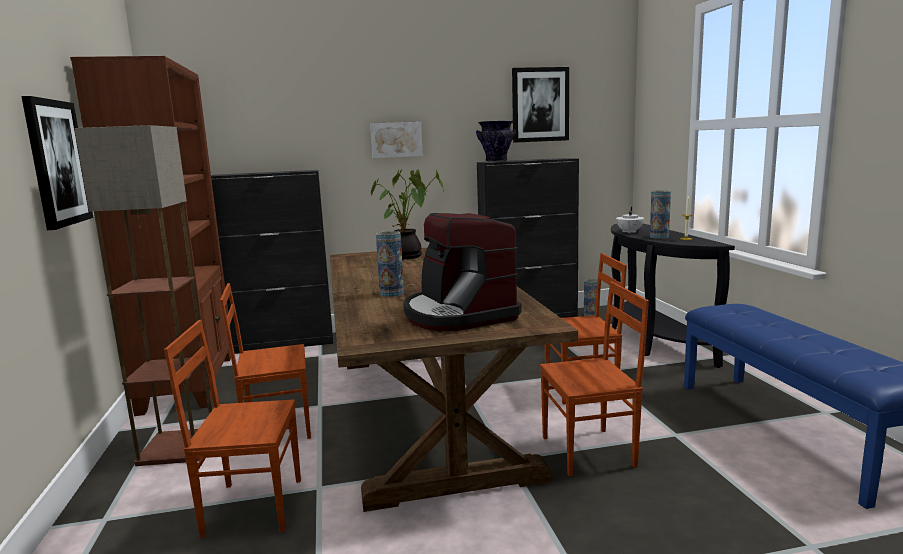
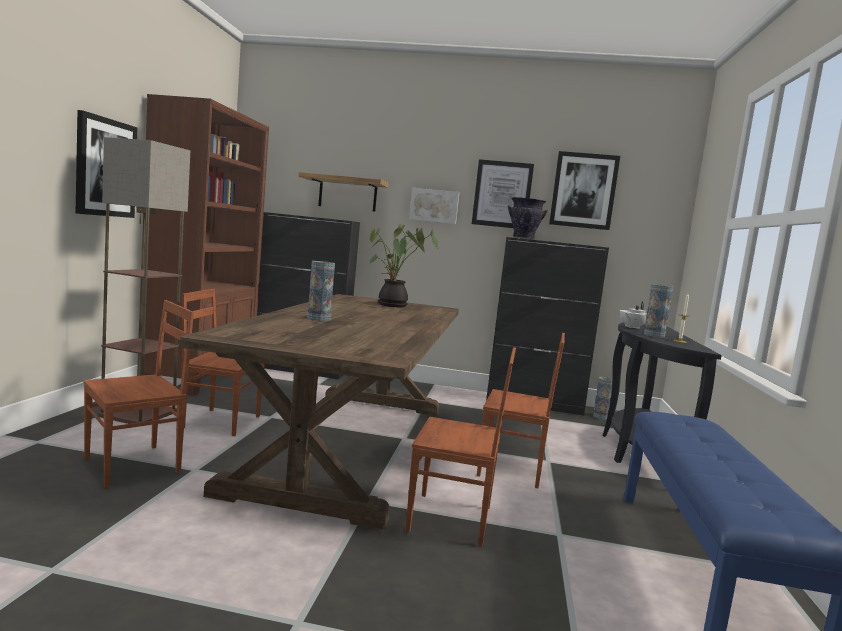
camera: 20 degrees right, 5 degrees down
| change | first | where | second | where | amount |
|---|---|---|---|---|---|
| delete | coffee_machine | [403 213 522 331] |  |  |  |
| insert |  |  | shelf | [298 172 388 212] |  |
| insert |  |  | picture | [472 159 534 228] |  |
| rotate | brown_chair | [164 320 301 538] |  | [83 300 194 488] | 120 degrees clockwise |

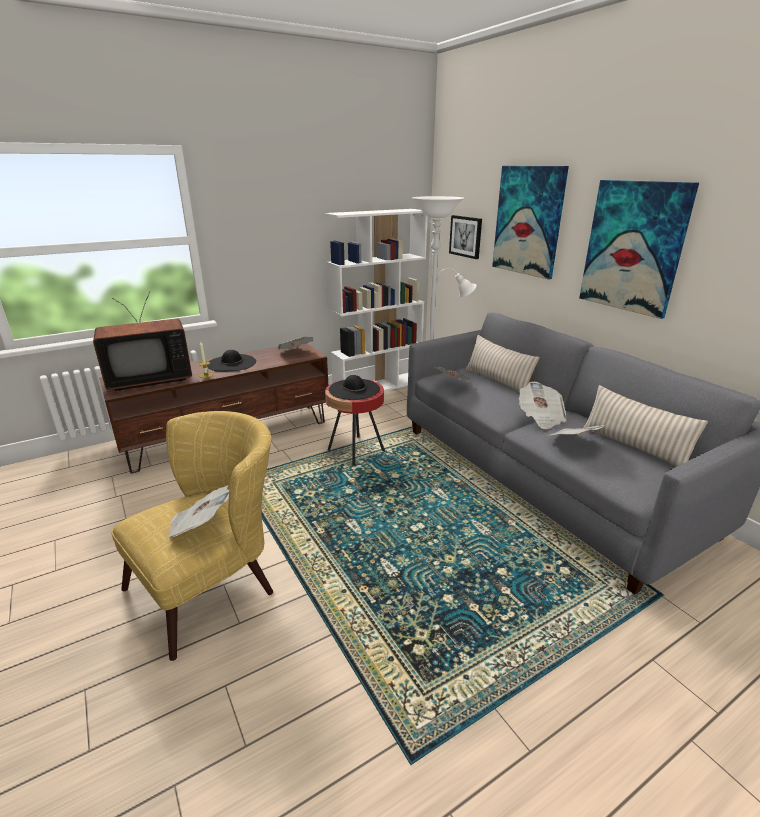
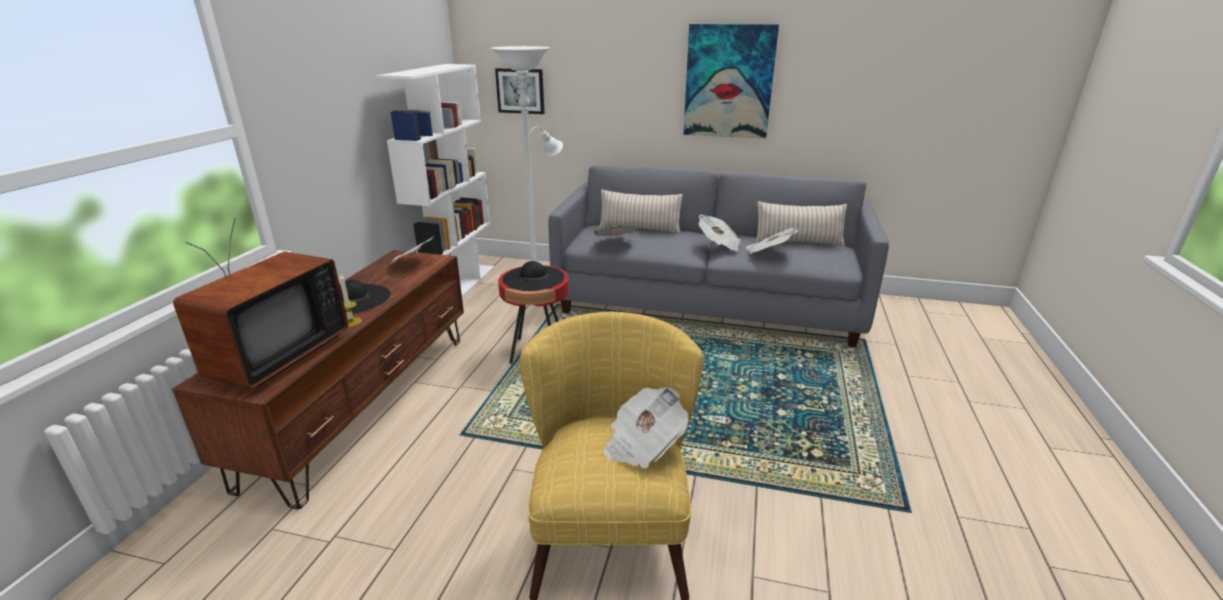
camera: 45 degrees left, 0 degrees up
| change | first | where | second | where | amount |
|---|---|---|---|---|---|
| delete | picture | [492 166 569 280] |  |  |  |

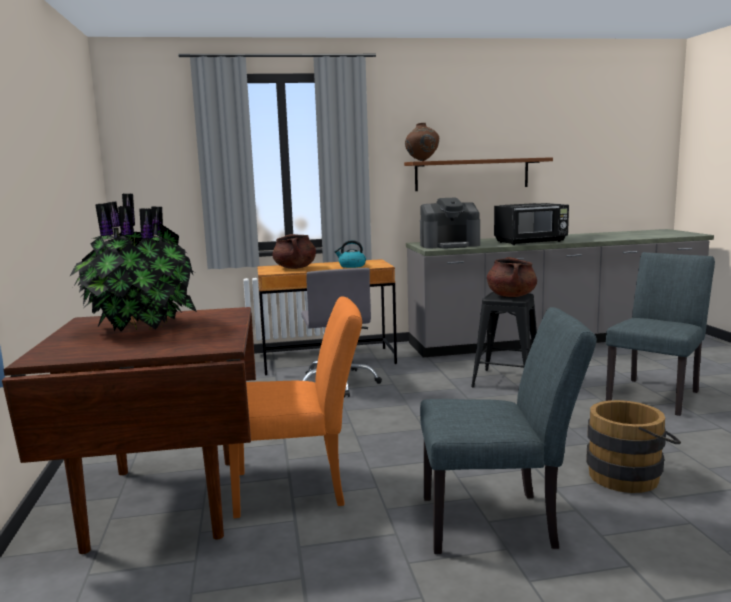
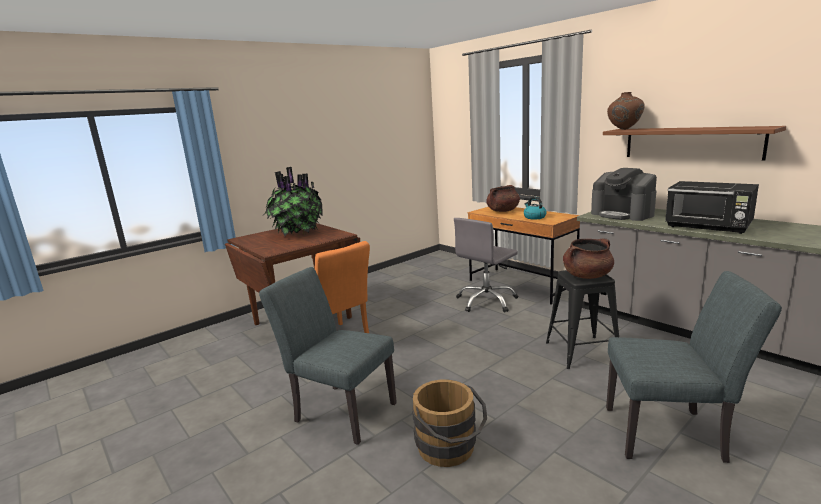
camera: 60 degrees right, 5 degrees up
| change | first | where | second | where | amount |
|---|---|---|---|---|---|
| rotate | grey_chair | [420 307 597 554] |  | [259 267 397 445] | 150 degrees clockwise |

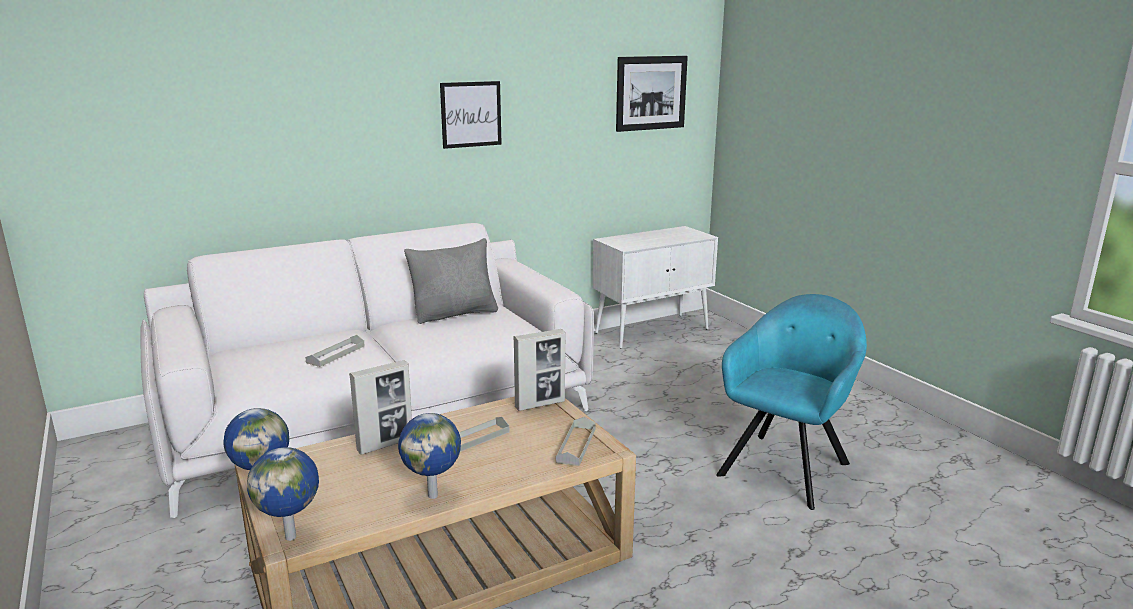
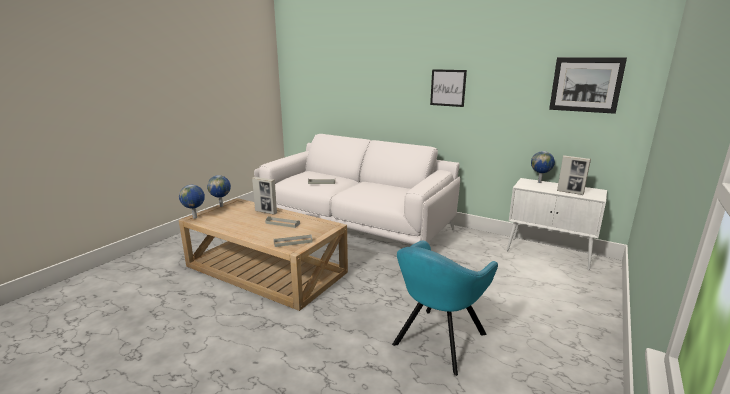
camera: 60 degrees right, 0 degrees up
| change | first | where | second | where | amount |
|---|---|---|---|---|---|
| delete | grey_pillow | [404 238 498 324] |  |  |  |
| move | globe | [398 413 461 499] |  | [531 151 555 183] |  |
| move | picture_frame | [513 329 565 411] |  | [557 155 591 195] |  |
| rotate | turquoise_armchair | [716 294 867 510] |  | [392 241 498 376] | 120 degrees clockwise |

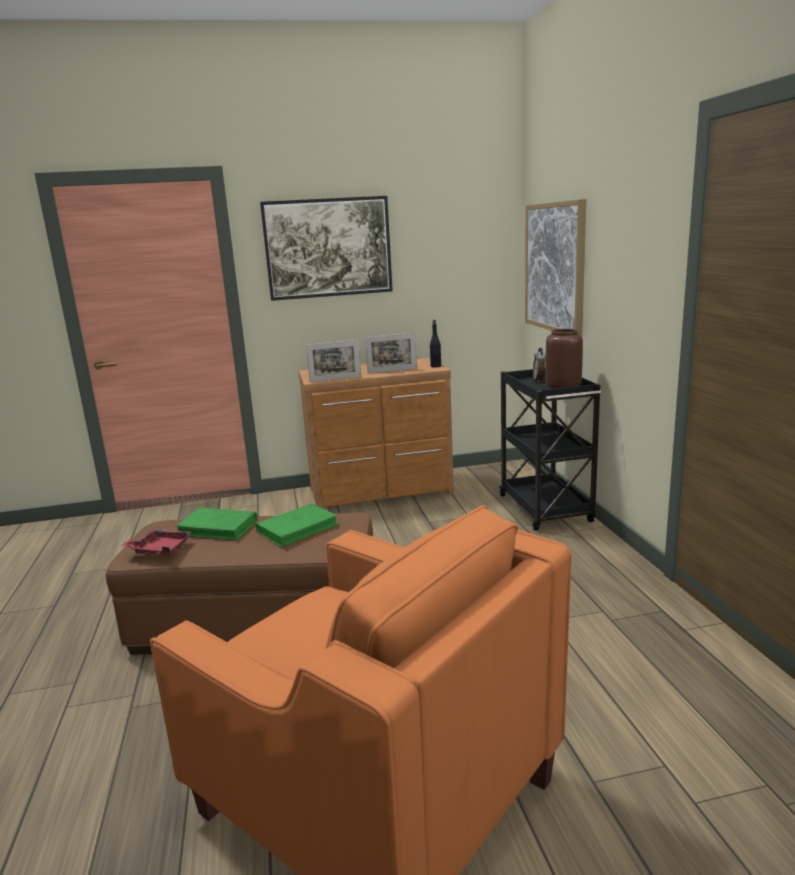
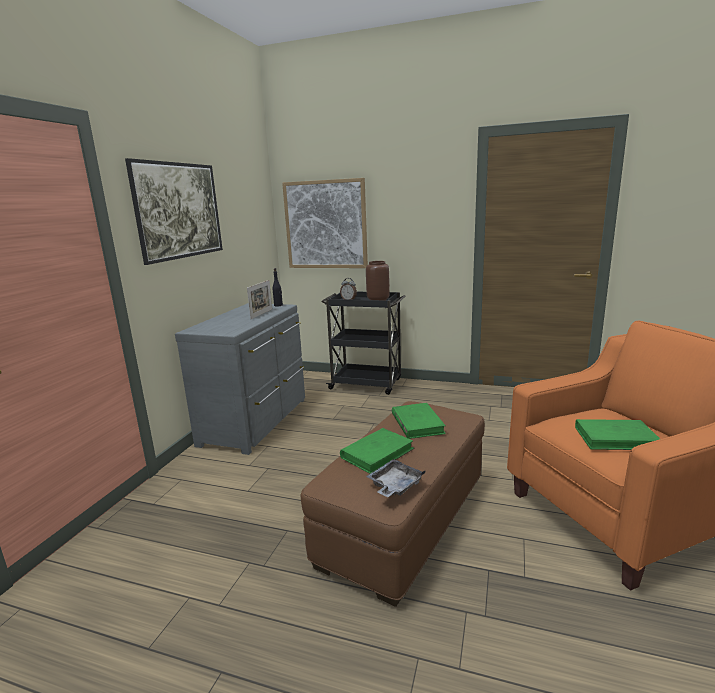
camera: 60 degrees left, 0 degrees up
| change | first | where | second | where | amount |
|---|---|---|---|---|---|
| delete | picture_frame | [306 340 361 382] |  |  |  |
| insert |  |  | green_book | [575 419 660 450] |  |
| recolor | red_tray | [121 529 191 556] | grey_tray | [366 459 426 497] |  |
| recolor | brown_dresser | [298 358 454 508] | grey_dresser | [175 303 305 455] |  |

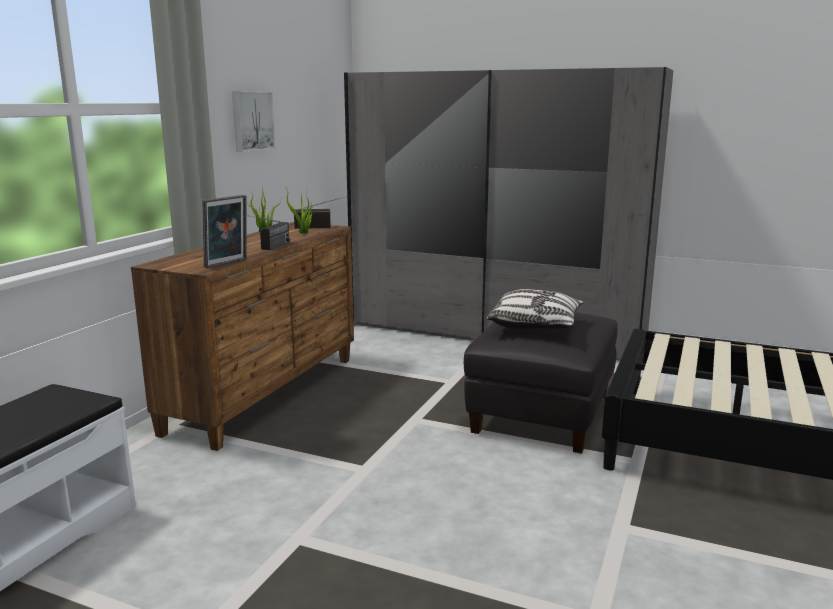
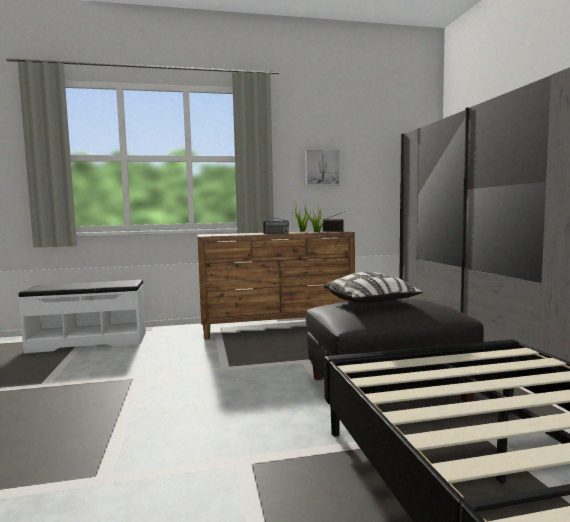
camera: 55 degrees right, 10 degrees down
| change | first | where | second | where | amount |
|---|---|---|---|---|---|
| delete | picture_frame | [202 195 247 268] |  |  |  |

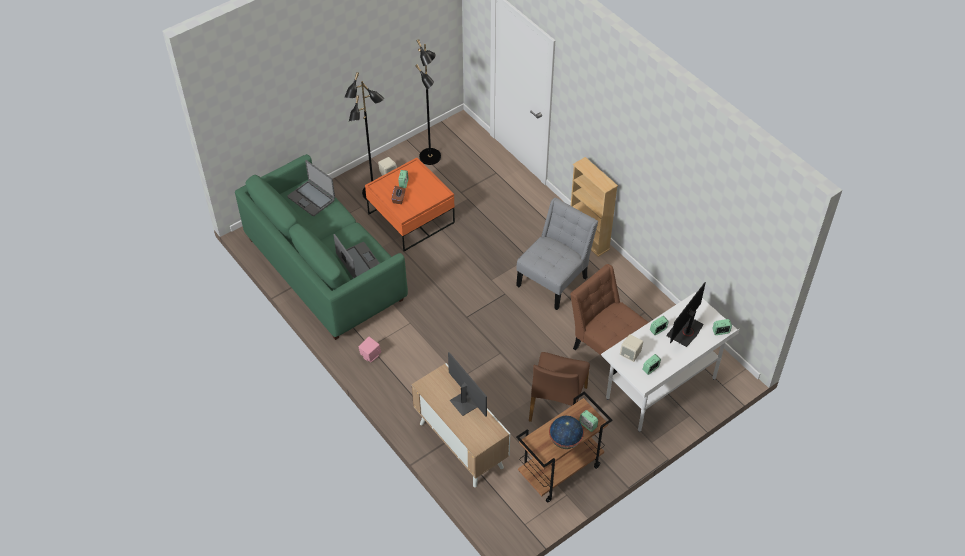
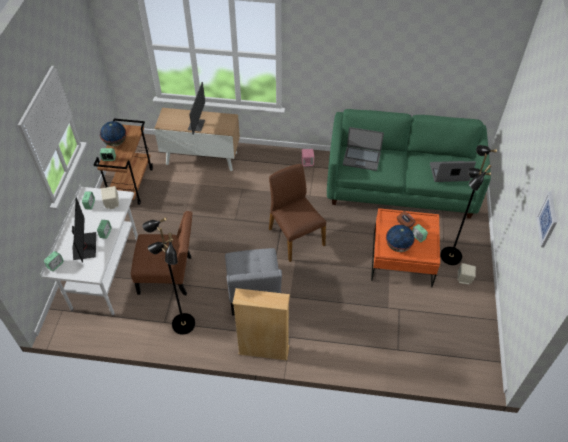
camera: 135 degrees right, 0 degrees up
| change | first | where | second | where | amount |
|---|---|---|---|---|---|
| insert |  |  | globe | [386 225 415 252] |  |
| insert |  |  | picture | [536 191 557 247] |  |
| move | black_floor_lamp | [415 39 441 165] |  | [142 217 195 335] |  |
| move | brown_chair | [529 352 590 422] |  | [269 164 326 262] |  |
| rotate | monitor | [448 352 487 417] |  | [188 82 205 135] | 90 degrees counterclockwise |

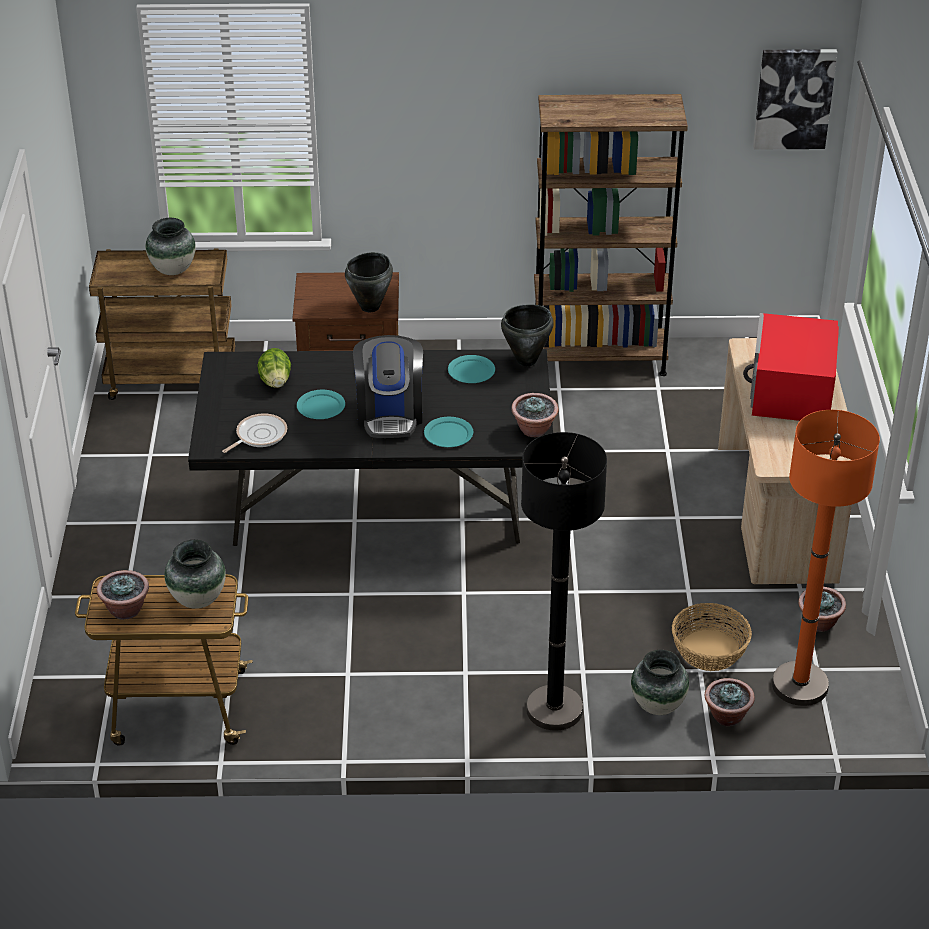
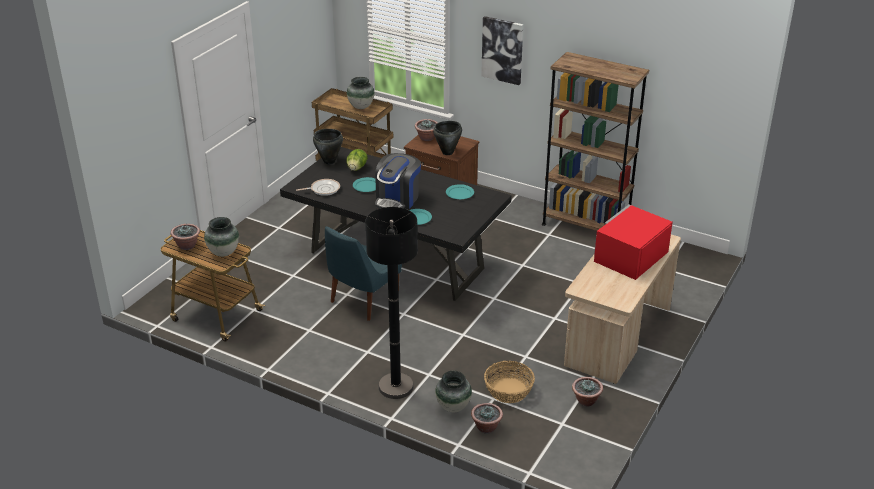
camera: 30 degrees right, 5 degrees down
| change | first | where | second | where | amount |
|---|---|---|---|---|---|
| delete | orange_floor_lamp | [772 410 880 706] |  |  |  |
| insert |  |  | blue_chair | [325 226 402 321] |  |
| move | black_cooking_pot | [501 304 554 366] |  | [313 129 343 164] |  |
| move | potted_plant | [511 393 559 437] |  | [415 119 438 141] |  |
| move | picture | [753 49 838 150] |  | [481 16 523 85] |  |

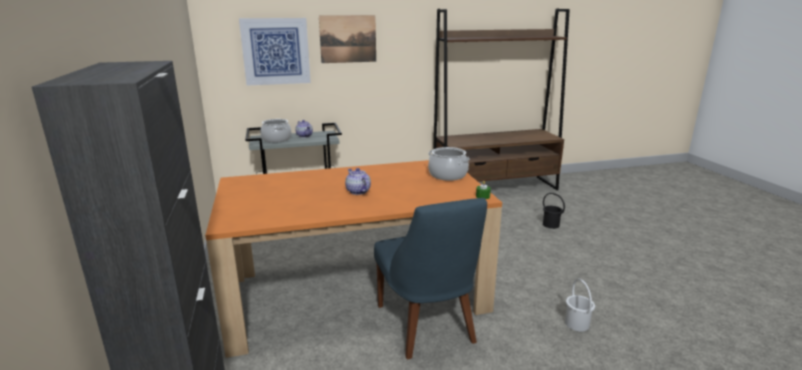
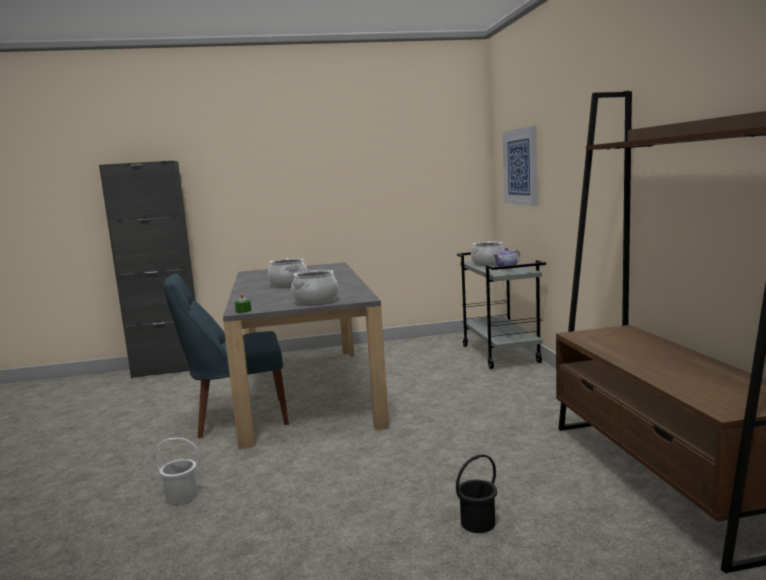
camera: 95 degrees right, 10 degrees down
| change | first | where | second | where | amount |
|---|---|---|---|---|---|
| delete | picture | [319 15 376 63] |  |  |  |
| replace | teapot | [345 168 371 195] | cooking_pot | [268 258 308 288] |  |
| recolor | orange_dining_table | [205 160 502 358] | grey_dining_table | [223 262 389 449] |  |

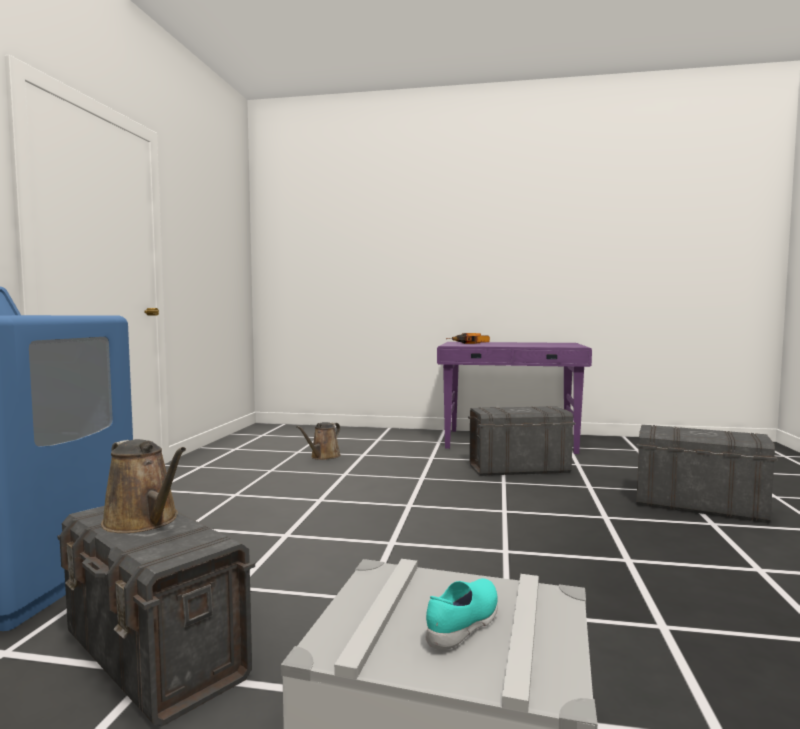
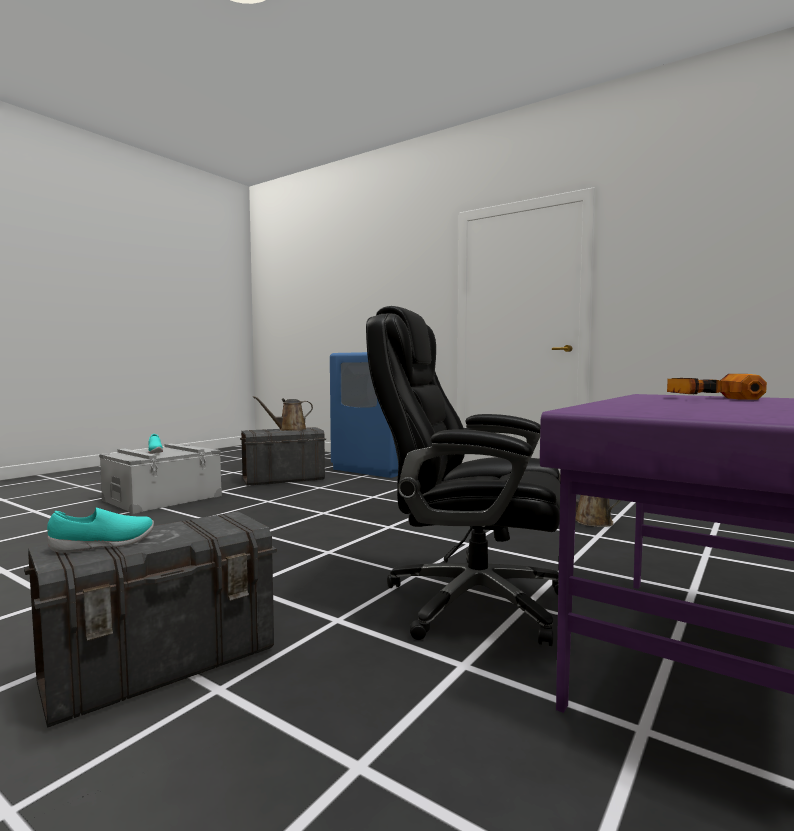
camera: 115 degrees right, 0 degrees up
| change | first | where | second | where | amount |
|---|---|---|---|---|---|
| insert |  |  | turquoise_shoe | [47 508 154 553] |  |
| replace | grey_storage_box | [468 406 575 476] | black_office_chair | [366 306 560 646] |  |

